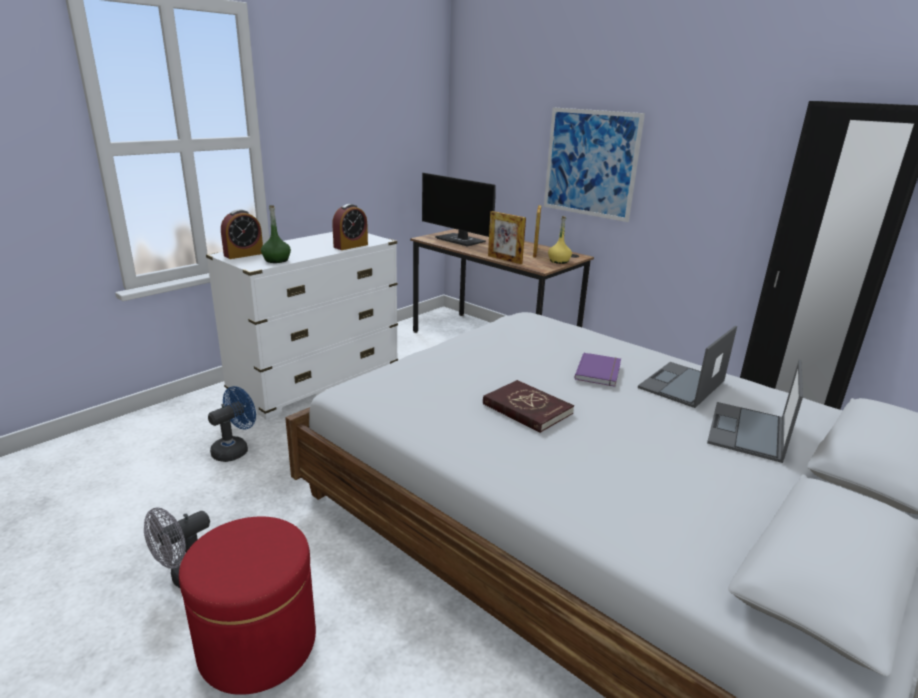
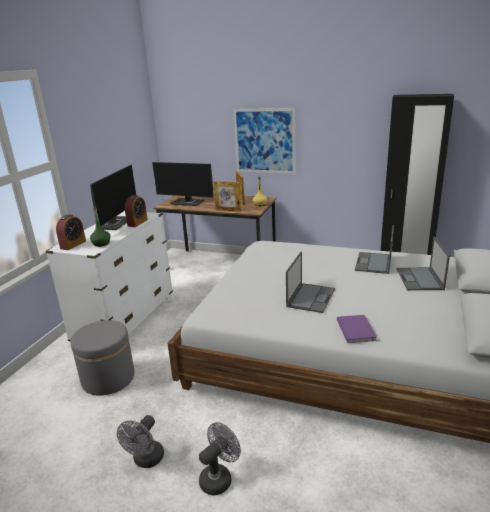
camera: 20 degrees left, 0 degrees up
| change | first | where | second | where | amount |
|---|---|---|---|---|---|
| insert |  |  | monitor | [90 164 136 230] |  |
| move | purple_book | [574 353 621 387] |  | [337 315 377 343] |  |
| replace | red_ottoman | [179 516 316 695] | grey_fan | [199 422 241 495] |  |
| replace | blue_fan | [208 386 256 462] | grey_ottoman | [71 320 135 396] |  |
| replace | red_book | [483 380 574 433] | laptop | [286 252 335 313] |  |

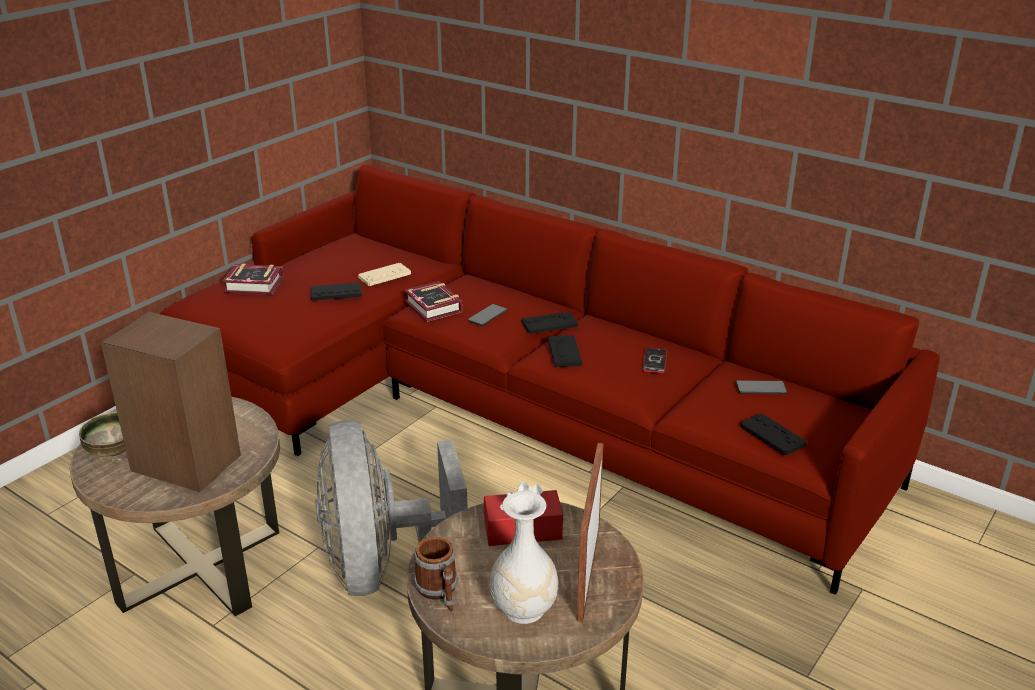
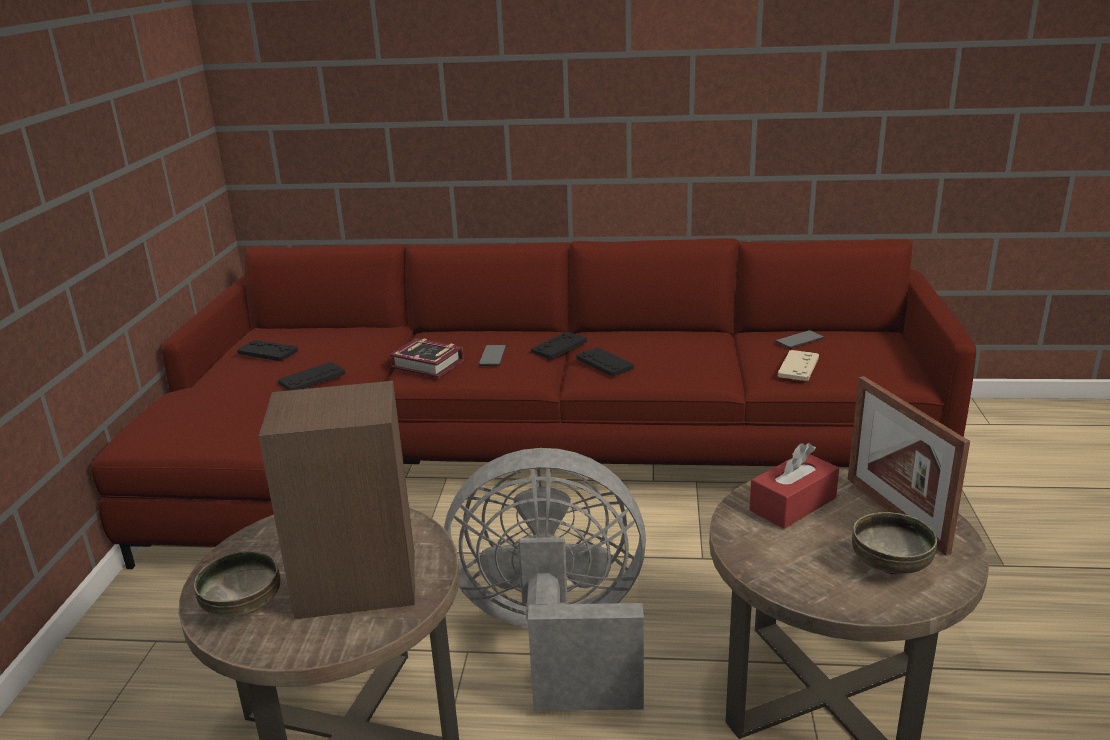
camera: 30 degrees left, 5 degrees down
| change | first | where | second | where | amount |
|---|---|---|---|---|---|
| delete | book | [222 264 284 295] |  |  |  |
| delete | mug | [414 537 458 611] |  |  |  |
| delete | phone | [642 348 667 373] |  |  |  |
| move | beige_game_controller | [358 263 411 286] |  | [778 350 819 381] |  |
| move | black_game_controller | [741 414 806 455] |  | [237 340 298 361] |  |
| replace | white_vase | [490 491 559 624] | bowl | [852 512 937 574] |  |
| rotate | grey_fan | [315 420 468 596] |  | [444 448 646 711] | 135 degrees clockwise |

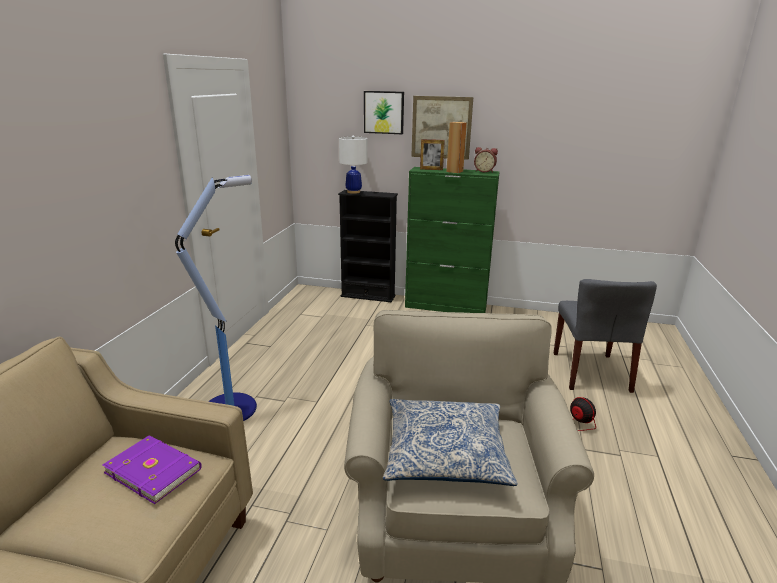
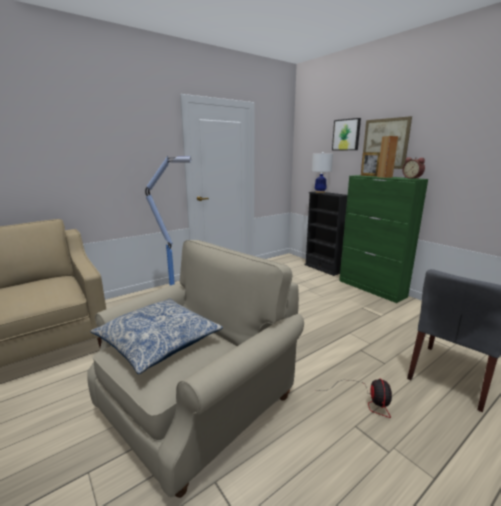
camera: 40 degrees right, 5 degrees down
| change | first | where | second | where | amount |
|---|---|---|---|---|---|
| delete | purple_book | [103 435 202 504] |  |  |  |

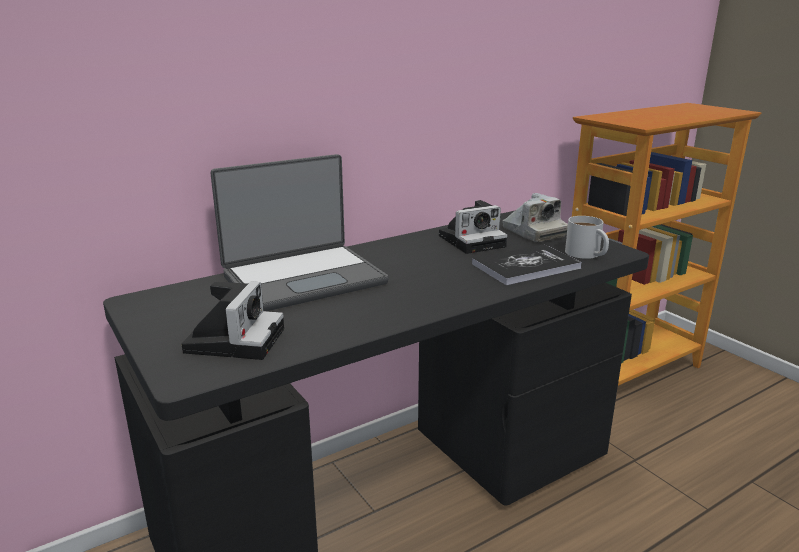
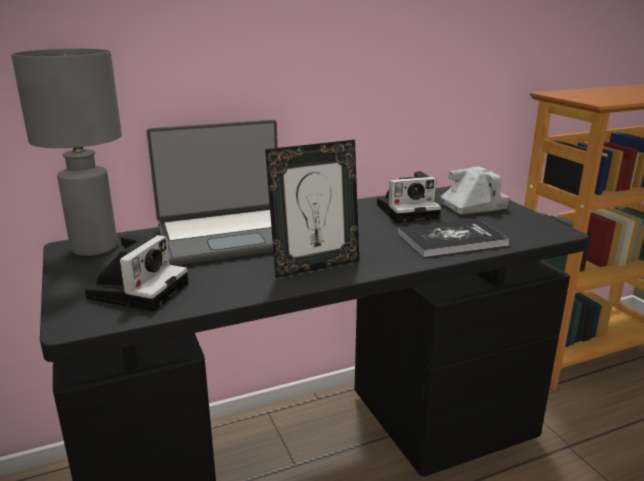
camera: 10 degrees right, 0 degrees up
| change | first | where | second | where | amount |
|---|---|---|---|---|---|
| delete | white_mug | [565 216 609 259] |  |  |  |
| insert |  |  | grey_table_lamp | [11 48 122 256] |  |
| insert |  |  | picture_frame | [265 140 359 278] |  |
| rotate | photo_camera | [503 193 568 242] |  | [441 167 510 215] | 90 degrees counterclockwise |

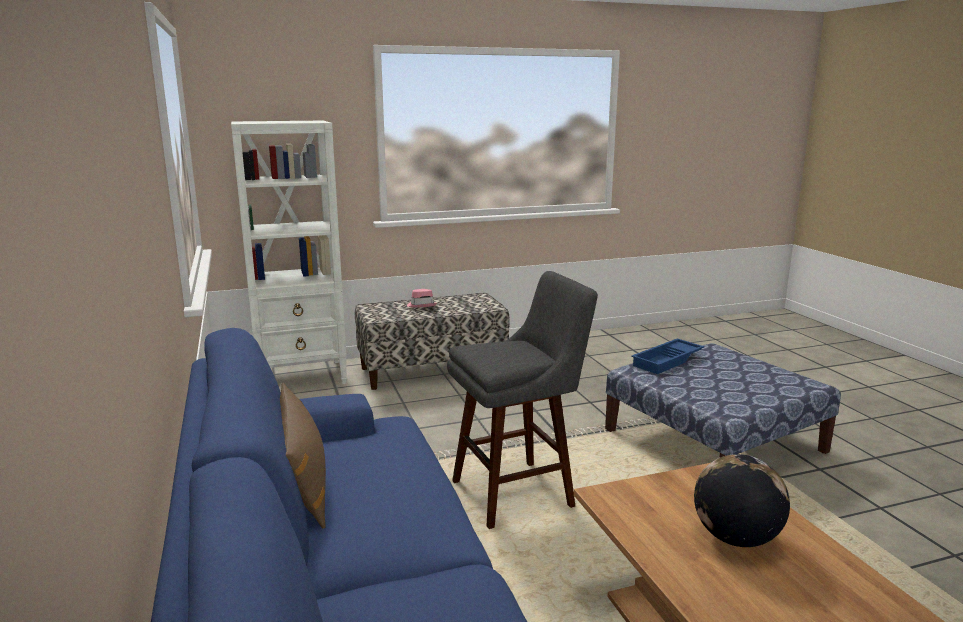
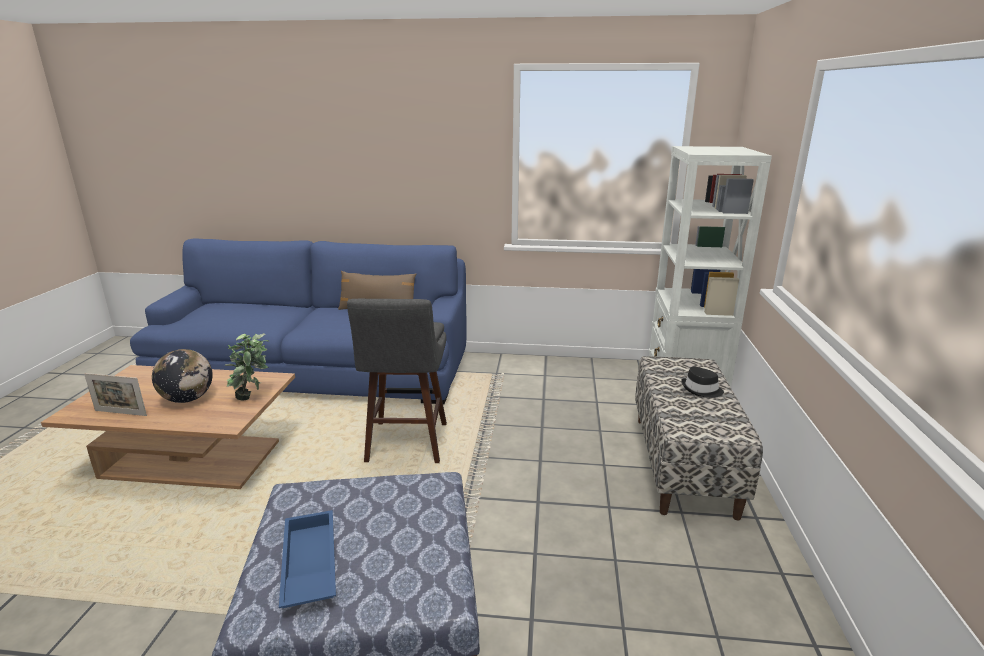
camera: 115 degrees right, 5 degrees up
| change | first | where | second | where | amount |
|---|---|---|---|---|---|
| insert |  |  | picture_frame | [84 373 147 416] |  |
| insert |  |  | potted_plant | [225 333 269 400] |  |
| move | blue_tray | [631 338 704 374] |  | [279 510 336 608] |  |
| recolor | pink_hat | [407 289 437 308] | black_hat | [681 367 724 398] |  |

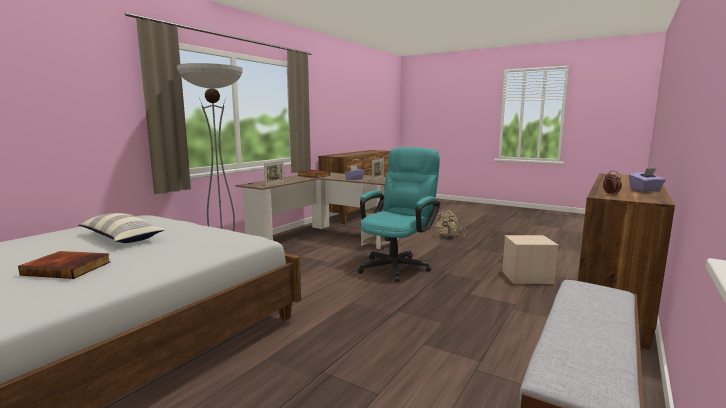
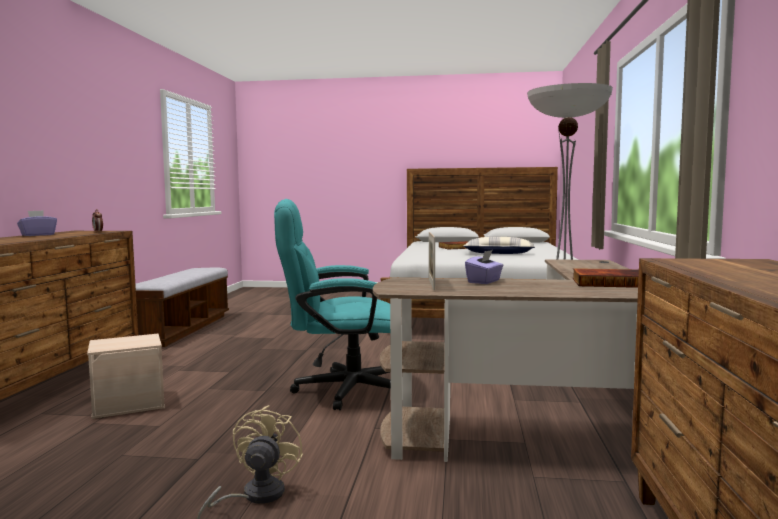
camera: 155 degrees right, 5 degrees down
| change | first | where | second | where | amount |
|---|---|---|---|---|---|
| delete | picture_frame | [264 160 284 186] |  |  |  |
| rotate | turquoise_office_chair | [357 147 440 282] |  | [274 199 391 410] | 75 degrees clockwise |

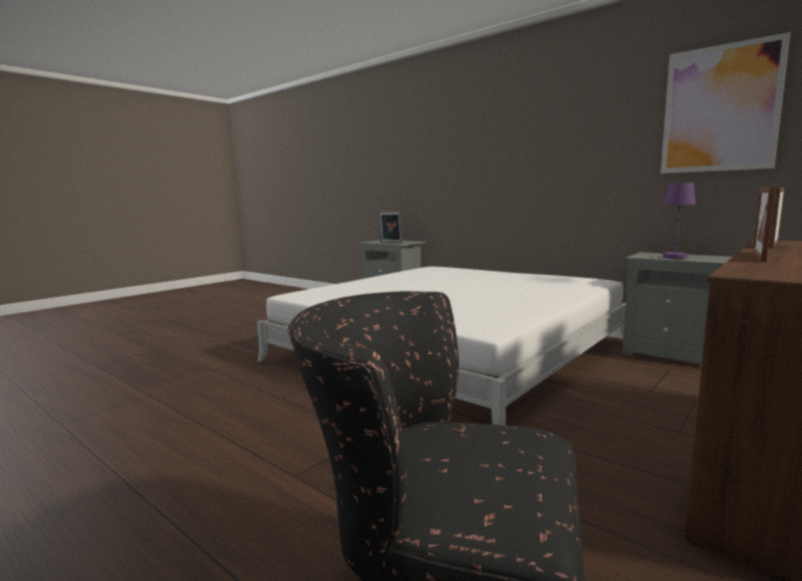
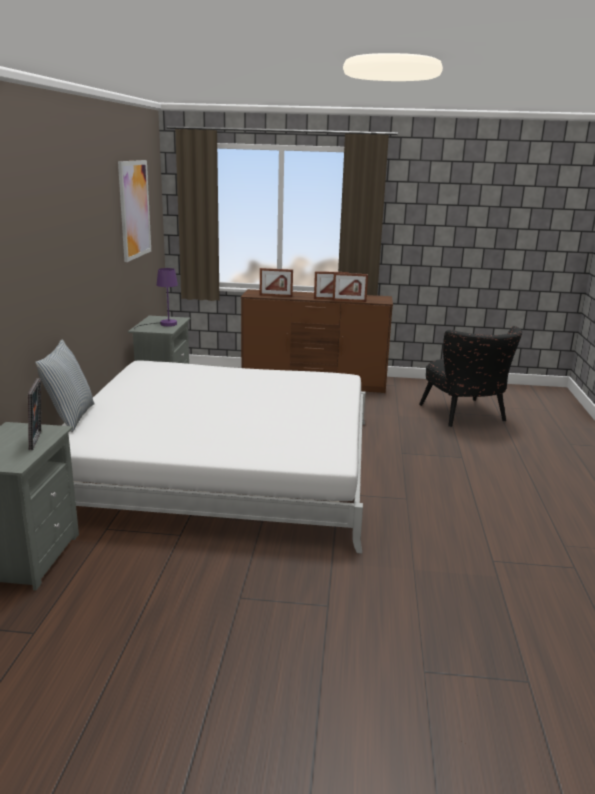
camera: 125 degrees left, 10 degrees up
| change | first | where | second | where | amount |
|---|---|---|---|---|---|
| insert |  |  | pillow | [35 340 95 432] |  |
| insert |  |  | picture_frame | [333 273 368 302] |  |

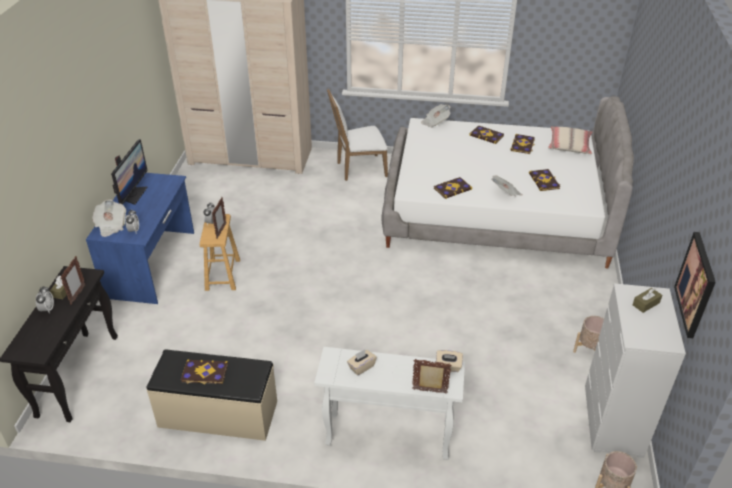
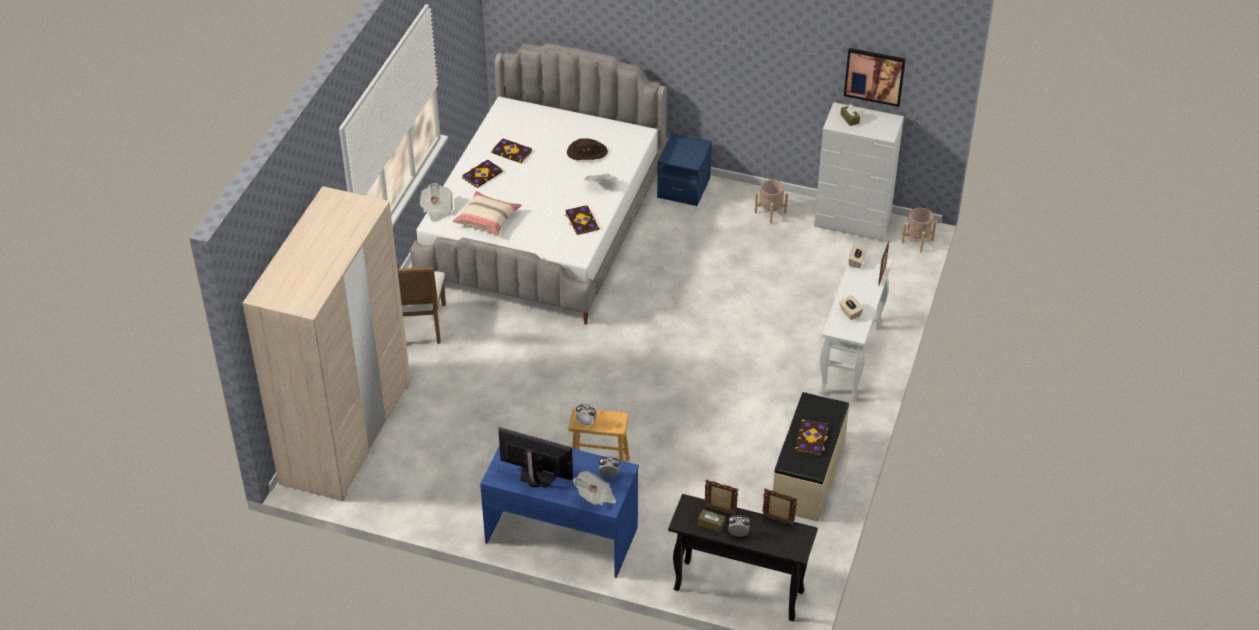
camera: 80 degrees left, 5 degrees up
| change | first | where | second | where | amount |
|---|---|---|---|---|---|
| insert |  |  | blue_nightstand | [657 133 712 206] |  |
| move | picture_frame | [212 197 226 239] |  | [762 488 797 525] |  |
| move | beige_pillow | [548 126 593 154] |  | [452 191 522 236] |  |
| replace | book | [529 169 560 191] | brown_hat | [567 138 608 160] |  |

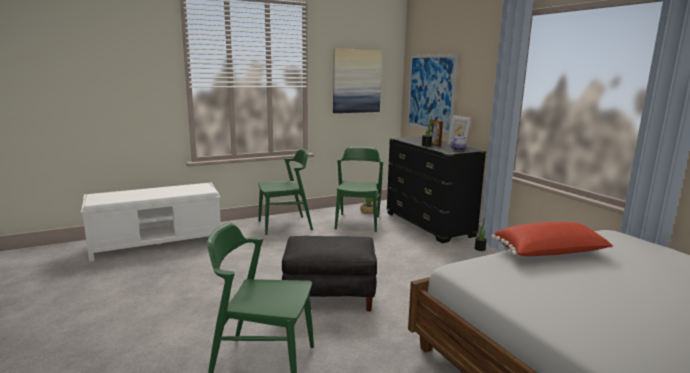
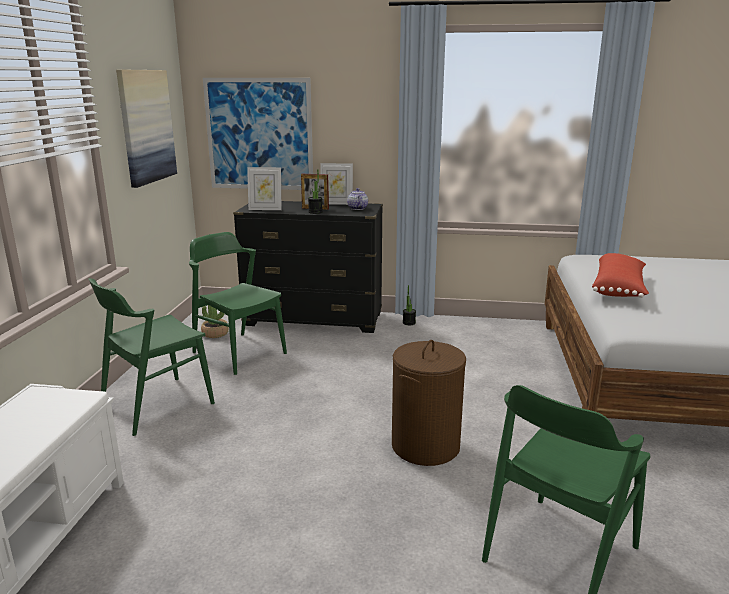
camera: 55 degrees left, 5 degrees up
| change | first | where | second | where | amount |
|---|---|---|---|---|---|
| insert |  |  | picture_frame | [247 167 282 210] |  |
| replace | black_ottoman | [282 236 377 311] | brown_laundry_basket | [392 340 466 466] |  |
| rotate | green_chair | [258 149 313 235] |  | [88 278 215 436] | 150 degrees counterclockwise |

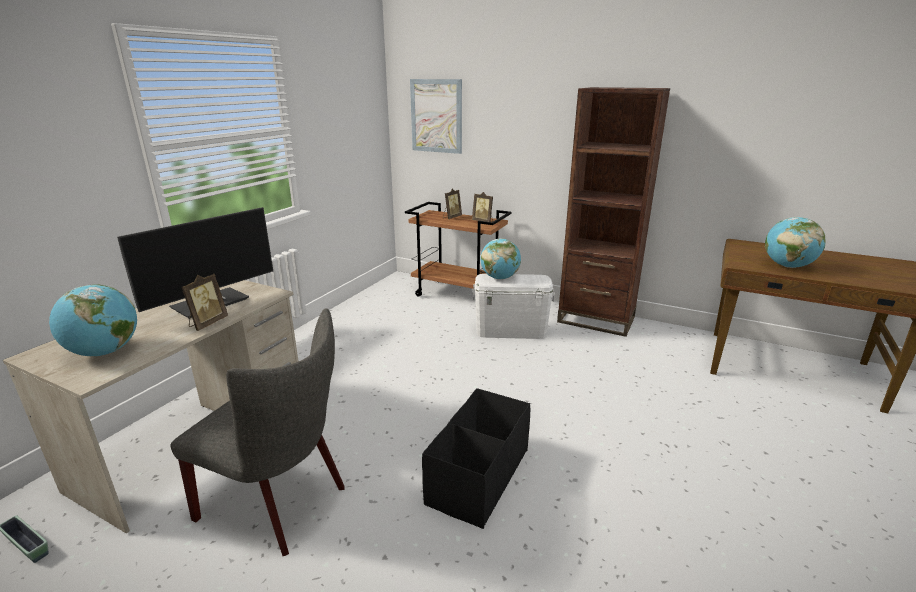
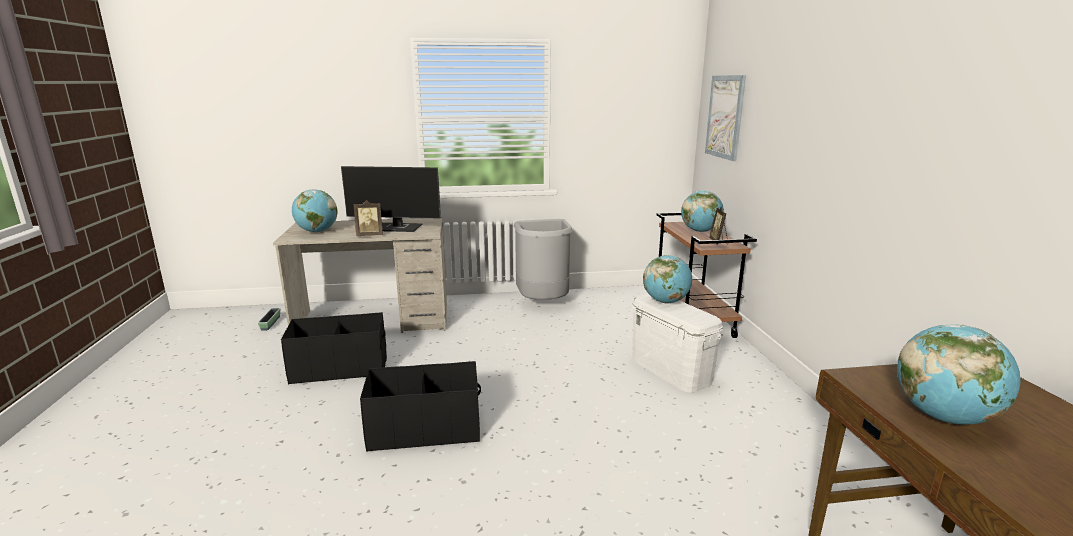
camera: 55 degrees right, 5 degrees down
| change | first | where | second | where | amount |
|---|---|---|---|---|---|
| delete | brown_bookcase | [557 87 670 337] |  |  |  |
| insert |  |  | grey_trash_can | [514 219 572 300] |  |
| replace | grey_chair | [170 309 345 556] | black_storage_box | [281 312 387 384] |  |
| replace | picture_frame | [443 189 462 219] | globe | [681 191 724 232] |  |

